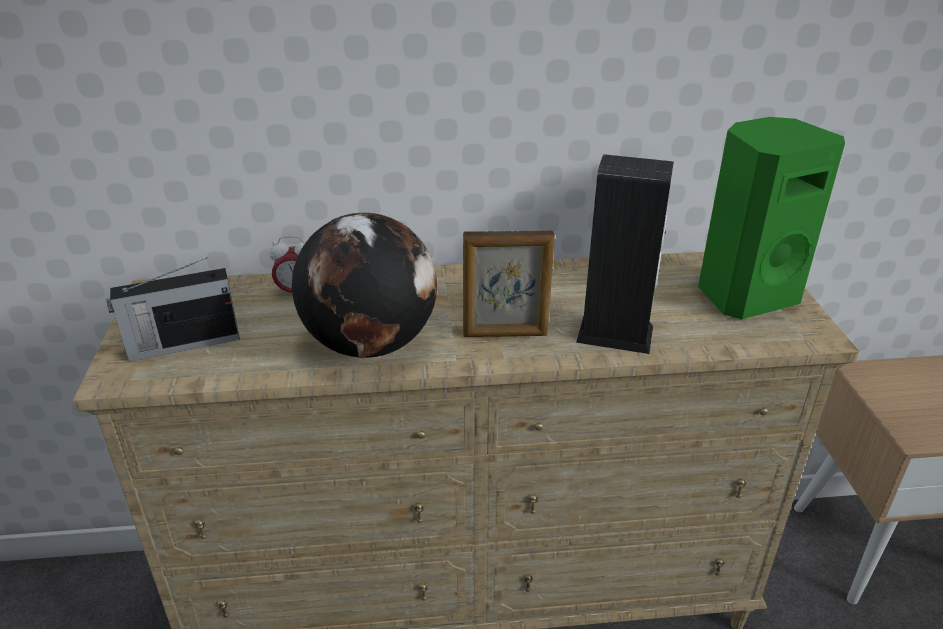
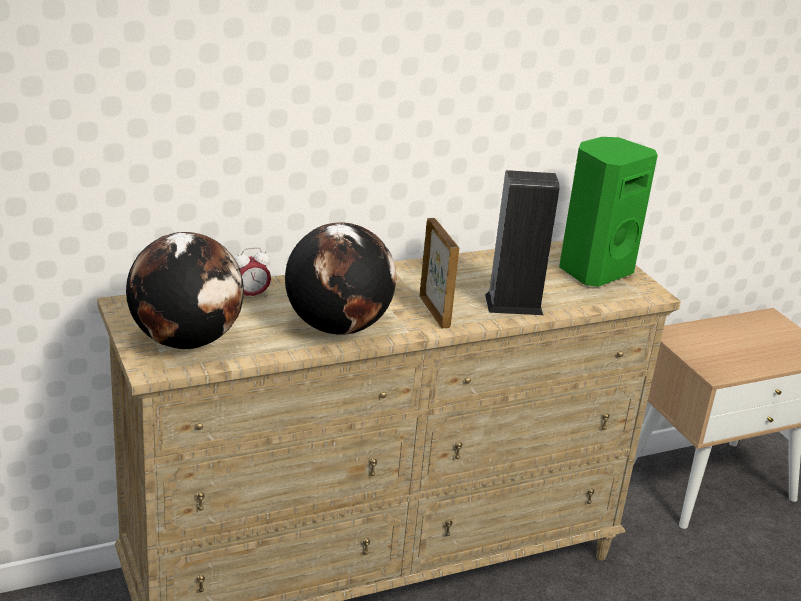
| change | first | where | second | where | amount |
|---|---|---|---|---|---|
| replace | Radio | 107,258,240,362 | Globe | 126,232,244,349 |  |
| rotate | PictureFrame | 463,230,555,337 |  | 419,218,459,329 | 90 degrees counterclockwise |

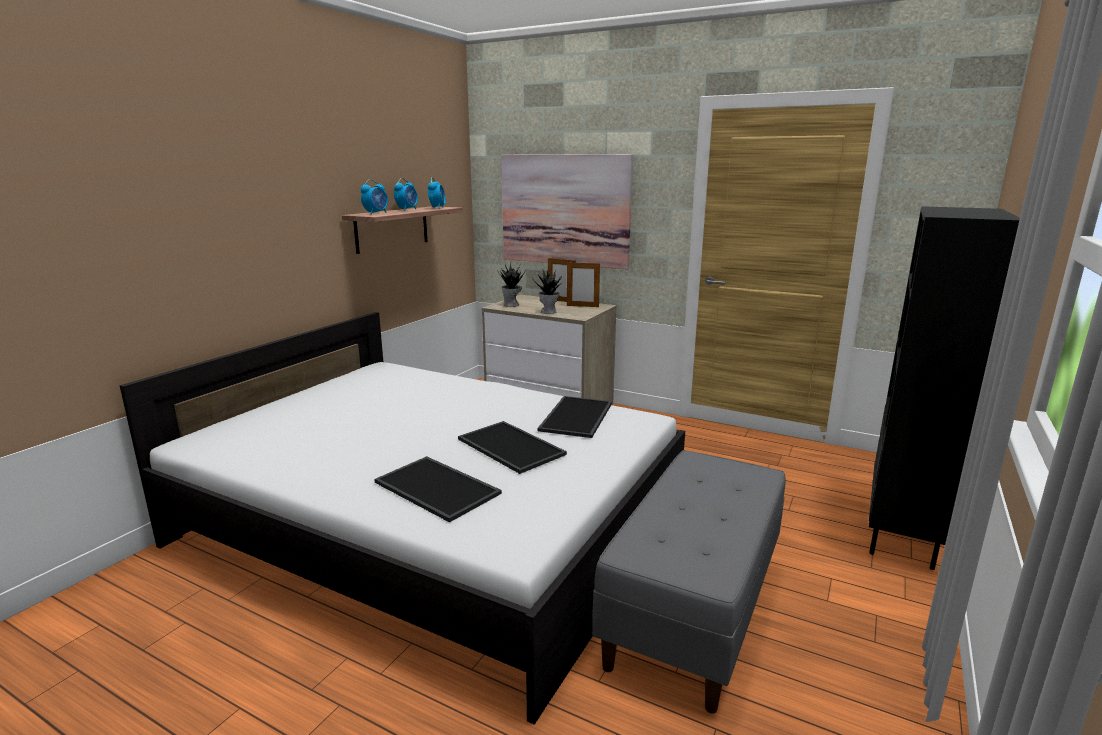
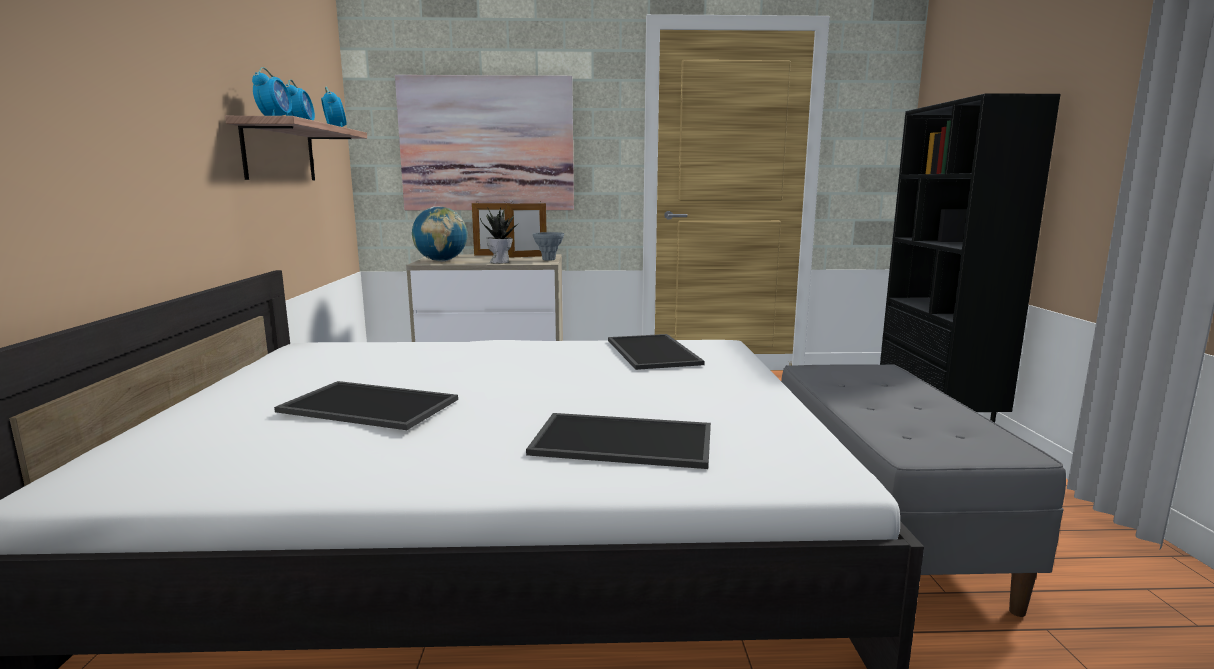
| change | first | where | second | where | amount |
|---|---|---|---|---|---|
| insert |  |  | GreyVase | 533,232,564,260 |  |
| move | Tray | 458,421,567,474 |  | 274,381,458,430 |  |
| replace | PottedPlant | 498,263,526,307 | Globe | 412,207,467,261 |  |

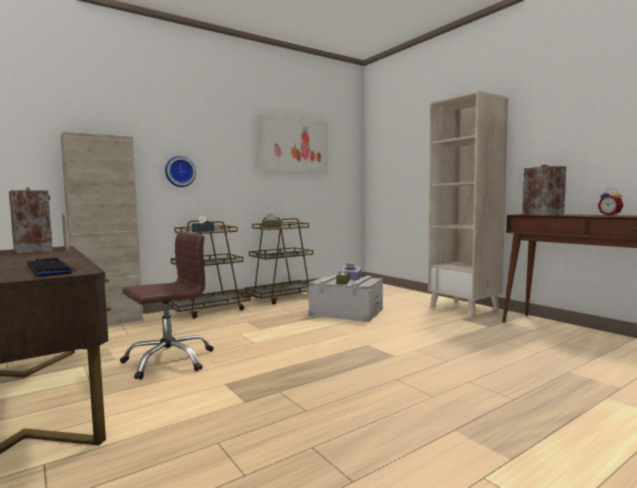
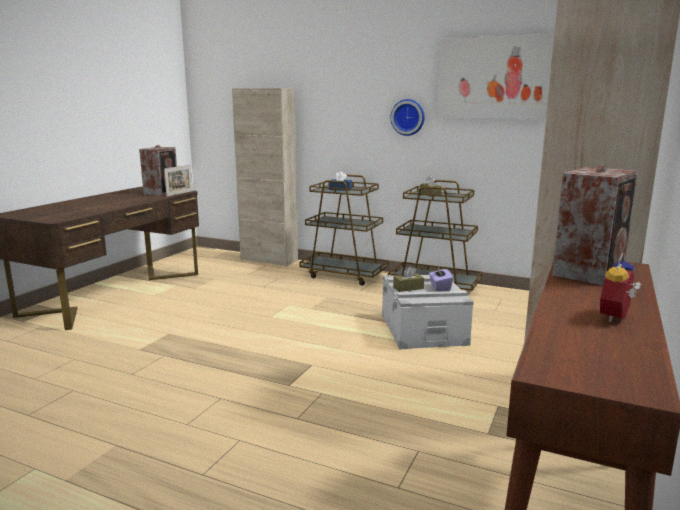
| change | first | where | second | where | amount |
|---|---|---|---|---|---|
| delete | Keyboard | 27,257,77,277 |  |  |  |
| delete | BrownOfficeChair | 120,232,213,380 |  |  |  |
| move | WallClock | 165,156,196,187 |  | 391,99,425,136 |  |

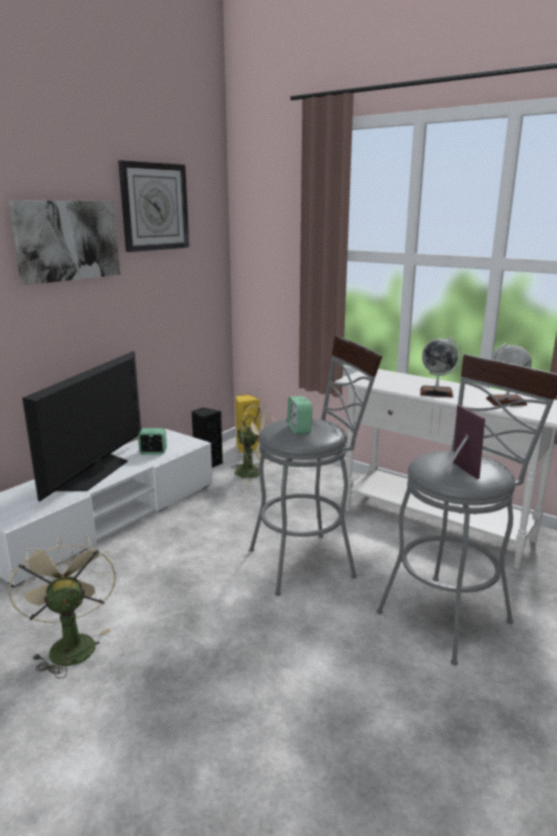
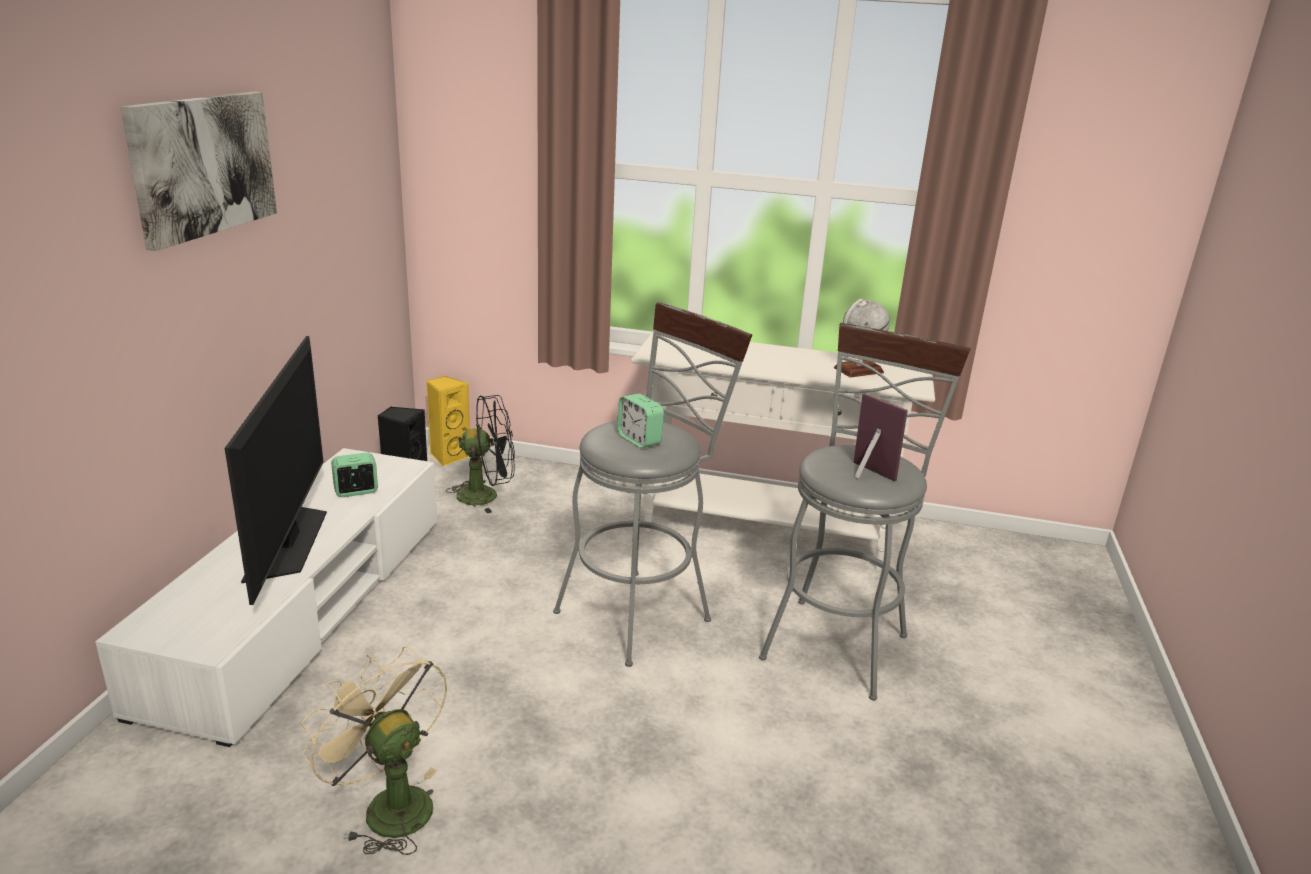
| change | first | where | second | where | amount |
|---|---|---|---|---|---|
| delete | WallClock | 118,160,189,252 |  |  |  |
| delete | Globe | 420,337,461,398 |  |  |  |
| recolor | BeigeFan | 231,405,274,483 | BlackFan | 446,395,515,513 |  |

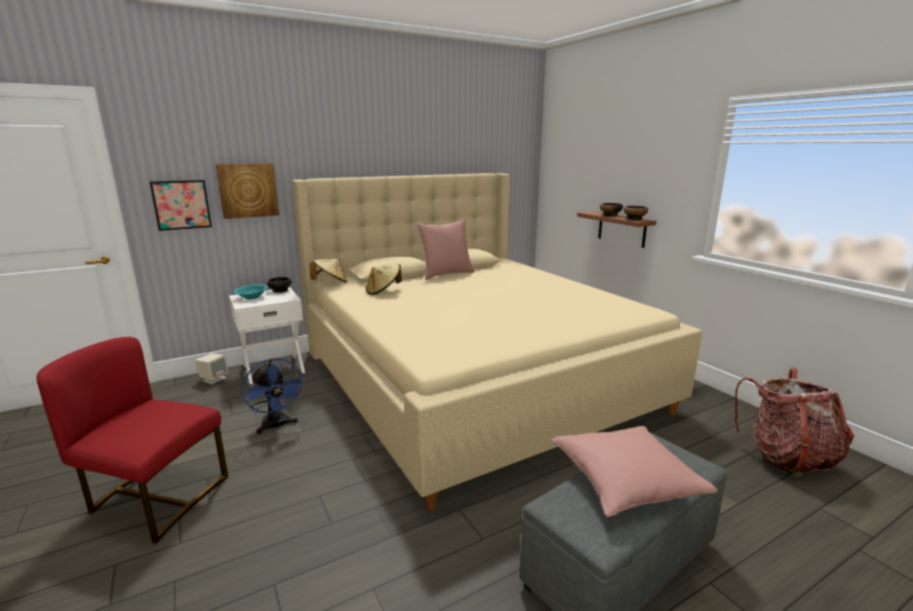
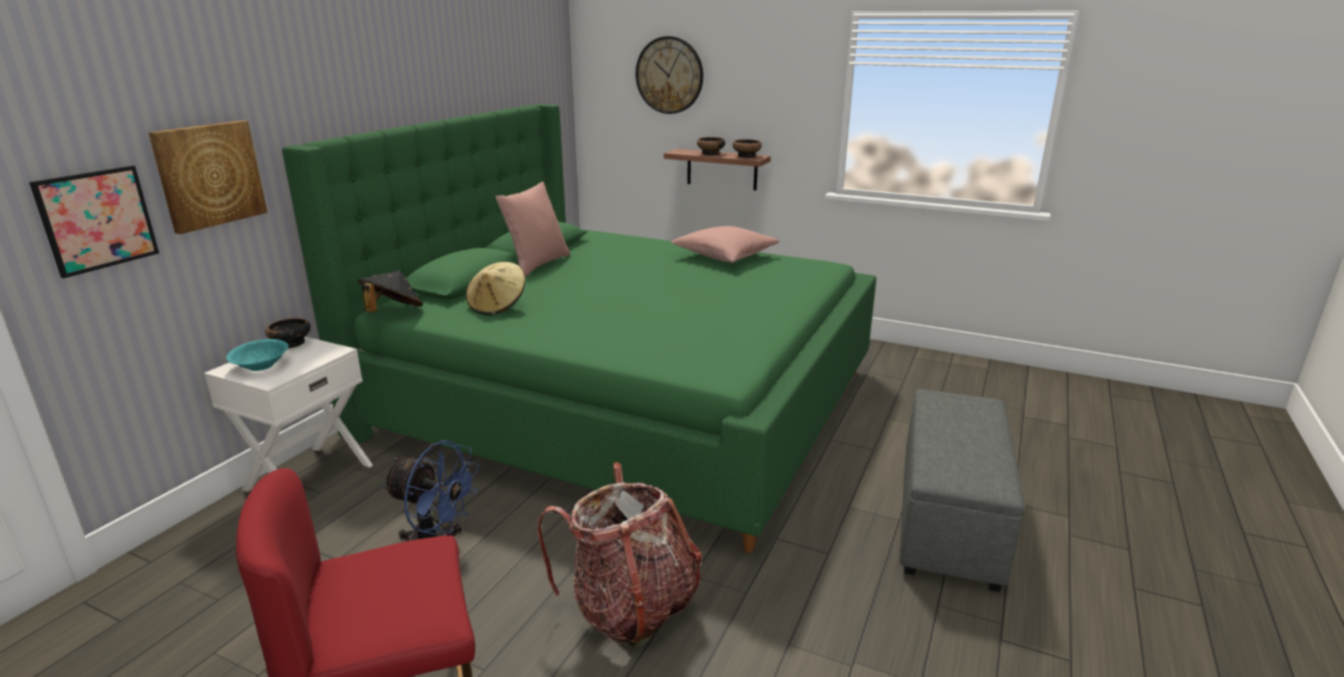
| change | first | where | second | where | amount |
|---|---|---|---|---|---|
| delete | BeigeSpeaker | 195,353,228,384 |  |  |  |
| insert |  |  | WallClock | 636,36,703,114 |  |
| move | PinkPillow | 552,426,717,517 |  | 671,226,779,263 |  |
| move | Backpack | 735,367,854,477 |  | 537,462,702,647 |  |
| recolor | BeigeBed | 292,173,702,511 | GreenBed | 282,104,876,553 |  |
| recolor | BeigeHat | 309,259,347,283 | BlackHat | 358,270,423,312 |  |

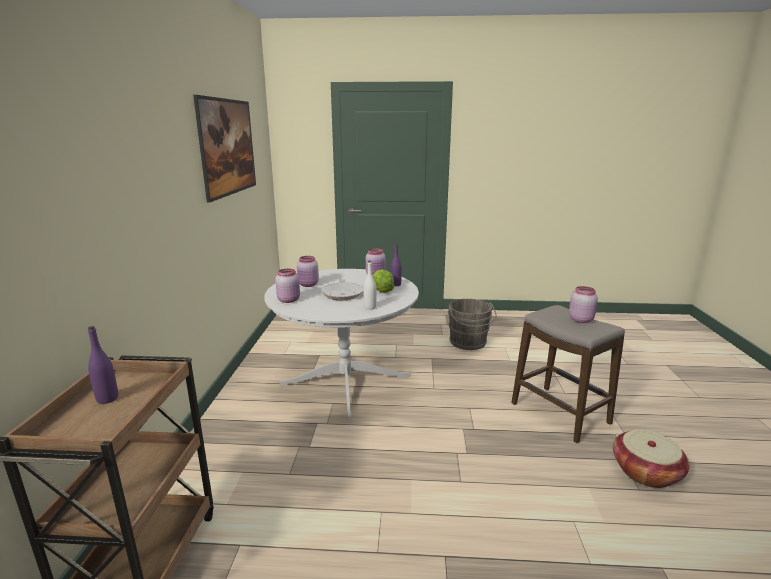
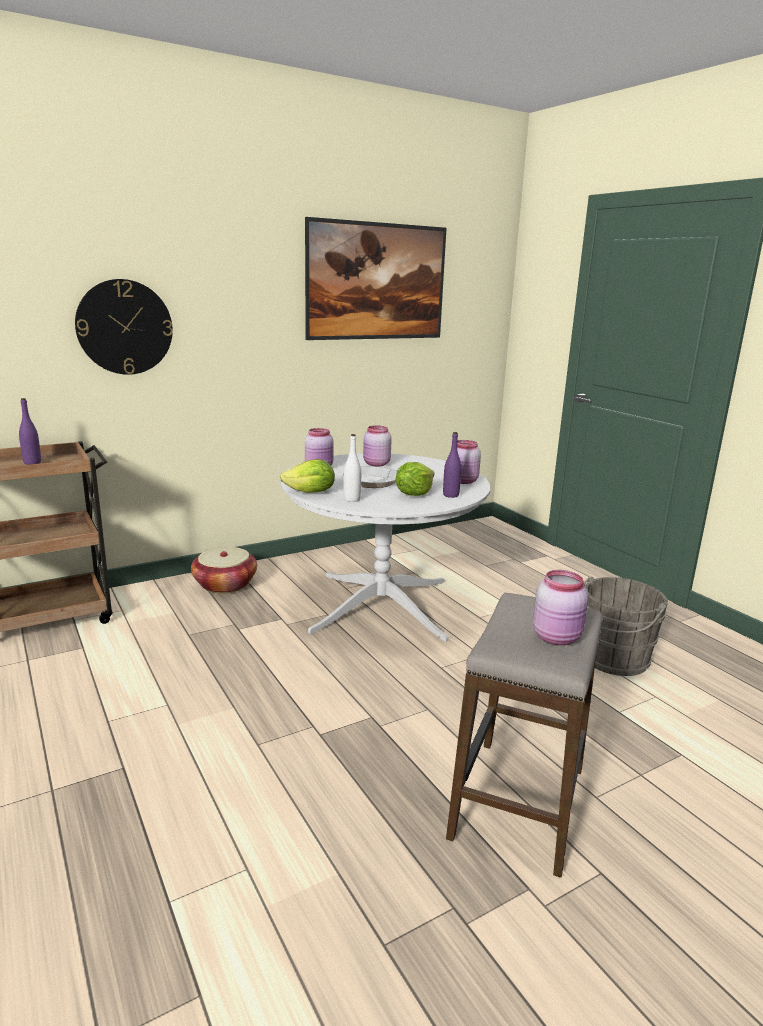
| change | first | where | second | where | amount |
|---|---|---|---|---|---|
| insert |  |  | WallClock | 75,279,173,375 |  |
| insert |  |  | Lettuce | 280,459,335,493 |  |
| move | Basket | 613,429,689,488 |  | 191,547,257,593 |  |

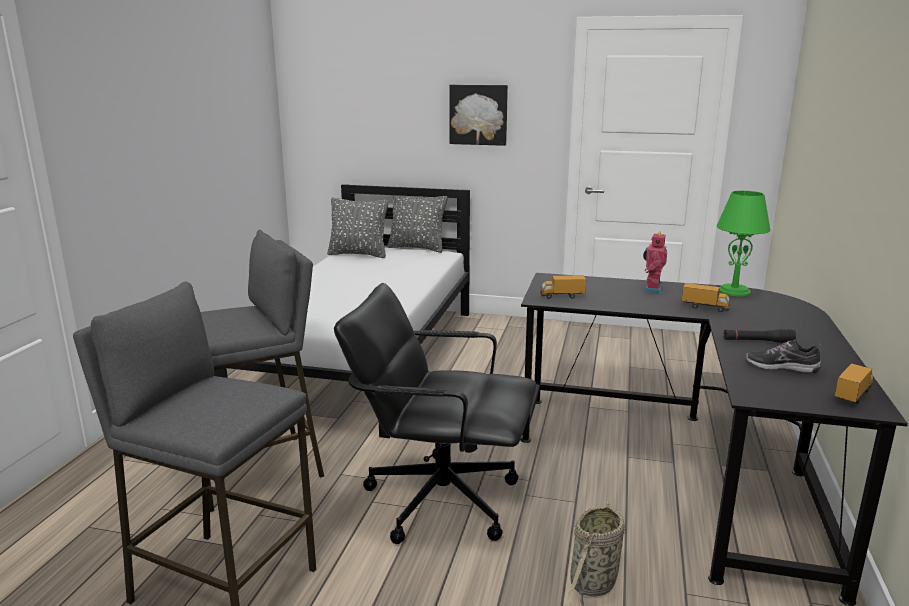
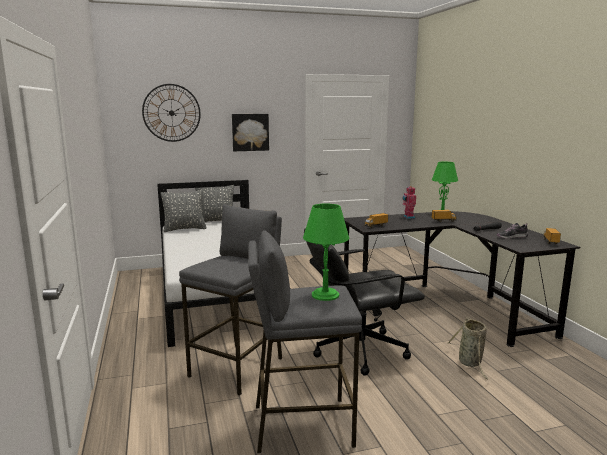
| change | first | where | second | where | amount |
|---|---|---|---|---|---|
| insert |  |  | WallClock | 142,84,201,142 |  |
| insert |  |  | GreenTableLamp | 303,204,349,301 |  |

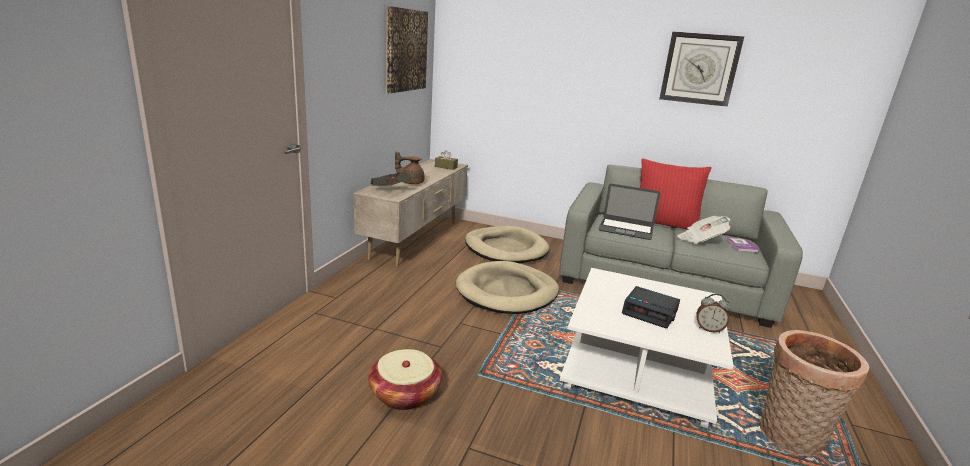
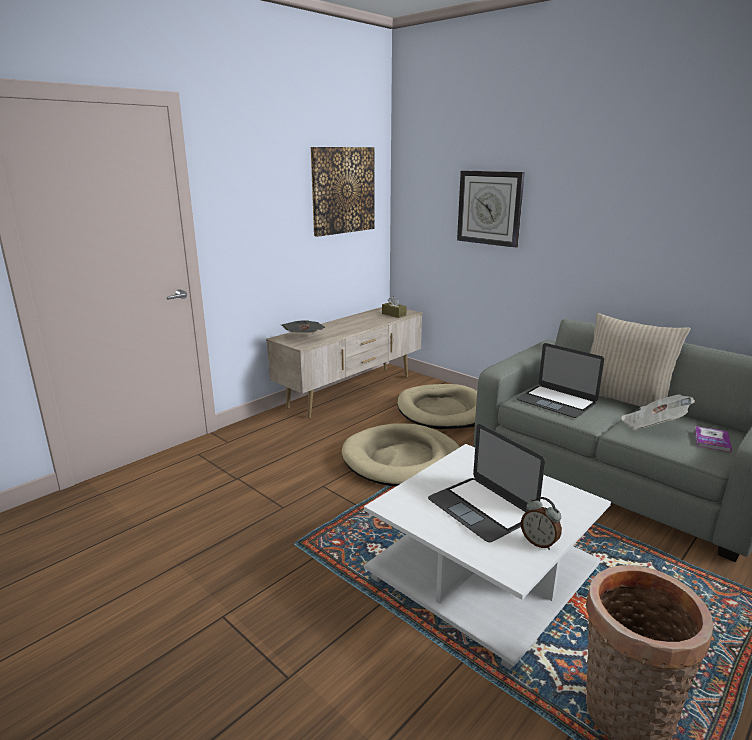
| change | first | where | second | where | amount |
|---|---|---|---|---|---|
| delete | Basket | 368,349,442,410 |  |  |  |
| delete | BrownTeapot | 395,151,425,184 |  |  |  |
| move | WallClock | 659,31,744,107 |  | 457,170,525,248 |  |
| replace | AlarmClock | 622,286,680,328 | Laptop | 428,424,545,542 |  |
| recolor | RedPillow | 640,158,712,230 | BeigePillow | 590,313,691,407 |  |

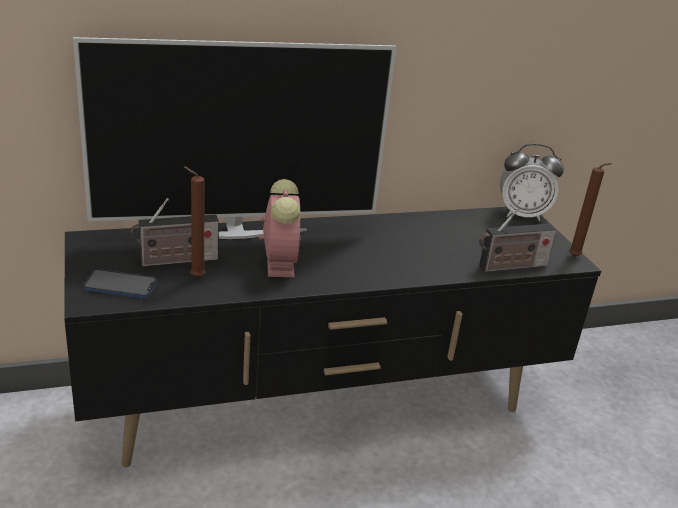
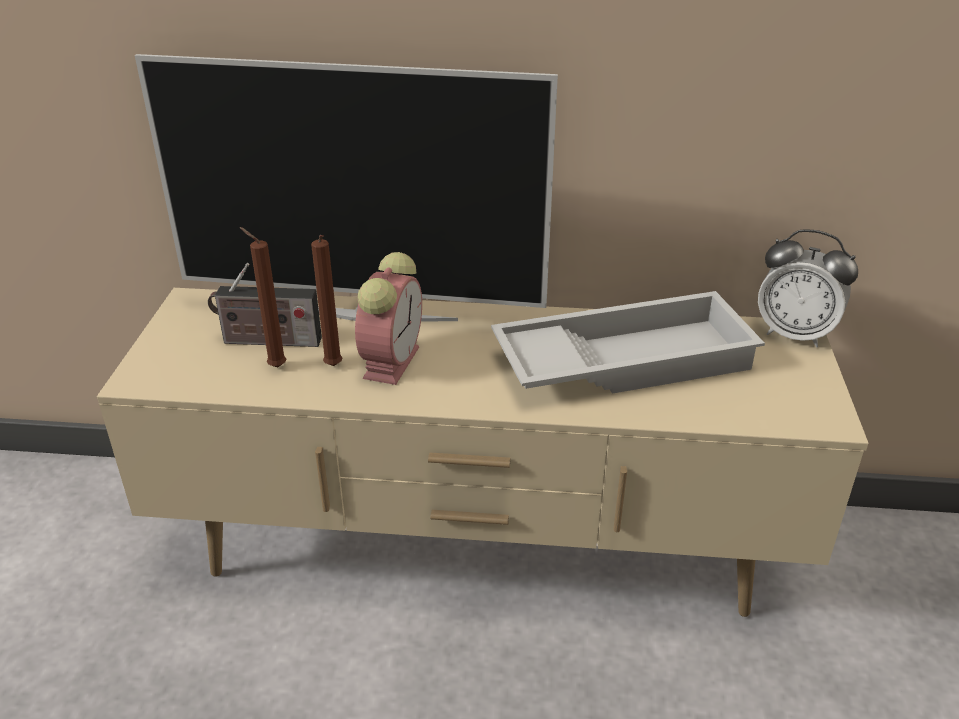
| change | first | where | second | where | amount |
|---|---|---|---|---|---|
| delete | Phone | 83,269,157,298 |  |  |  |
| delete | Radio | 479,208,557,272 |  |  |  |
| insert |  |  | WhiteTray | 491,291,765,394 |  |
| move | BrownCandle | 569,163,612,257 |  | 311,235,342,366 |  |
| recolor | BlackTvStand | 64,207,601,467 | BeigeTvStand | 97,288,869,617 |  |

